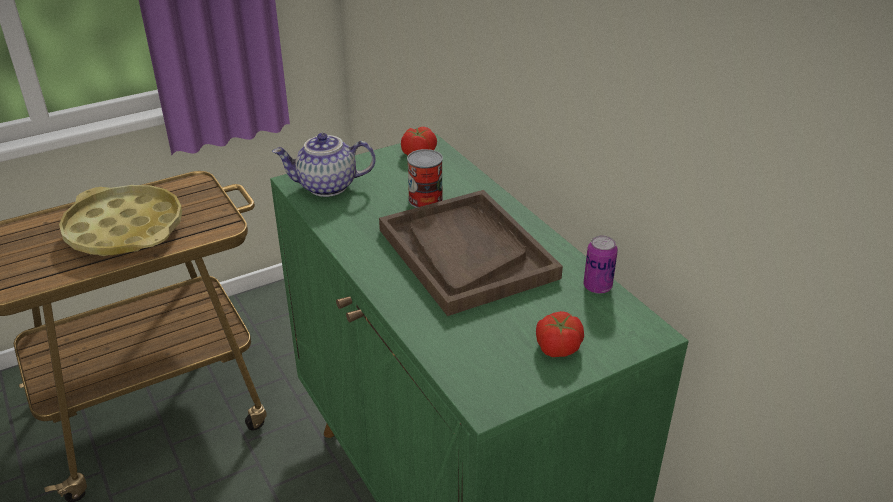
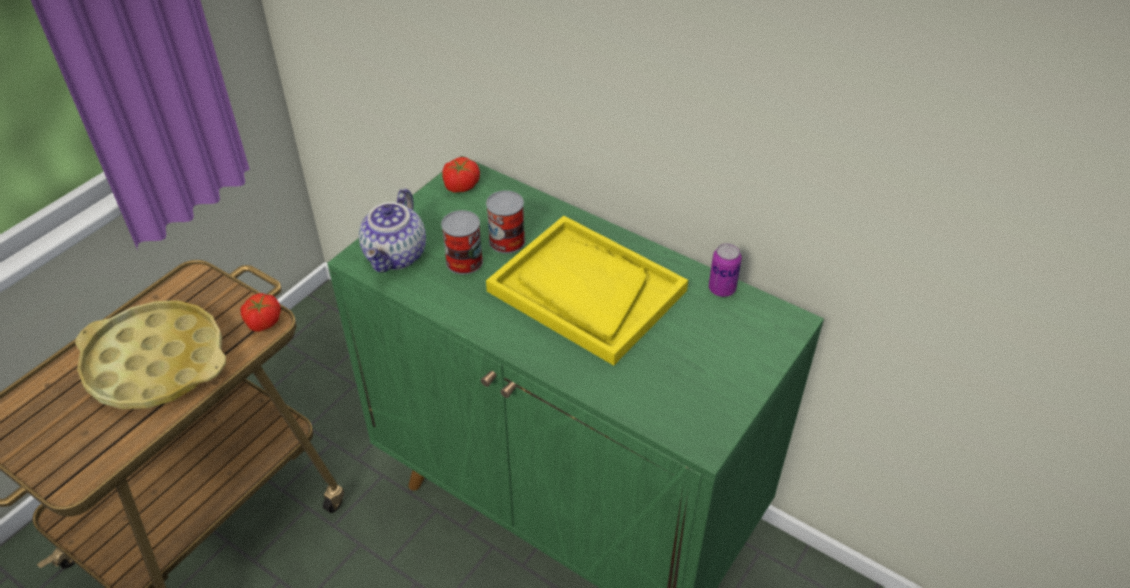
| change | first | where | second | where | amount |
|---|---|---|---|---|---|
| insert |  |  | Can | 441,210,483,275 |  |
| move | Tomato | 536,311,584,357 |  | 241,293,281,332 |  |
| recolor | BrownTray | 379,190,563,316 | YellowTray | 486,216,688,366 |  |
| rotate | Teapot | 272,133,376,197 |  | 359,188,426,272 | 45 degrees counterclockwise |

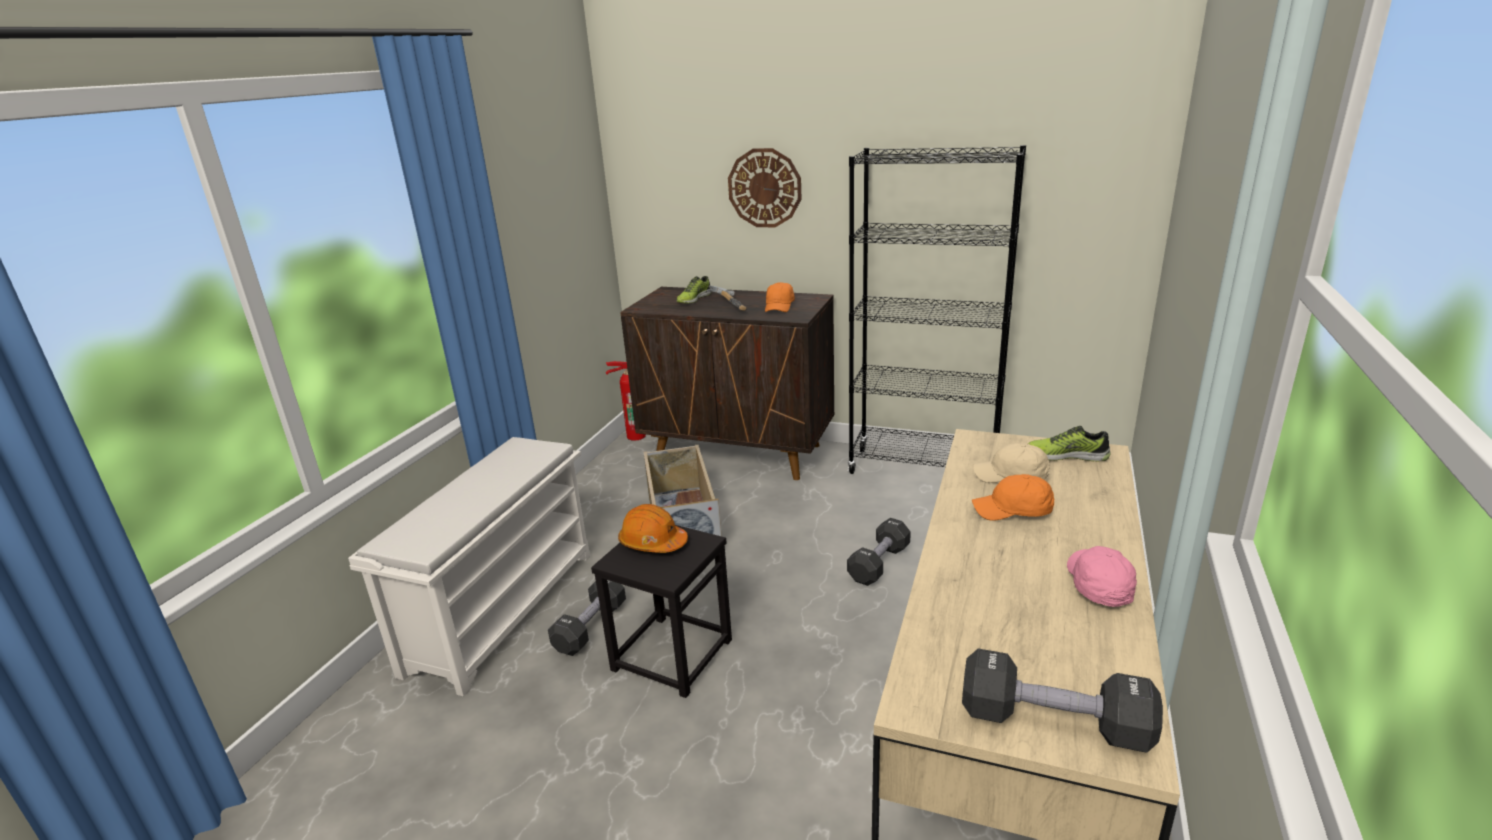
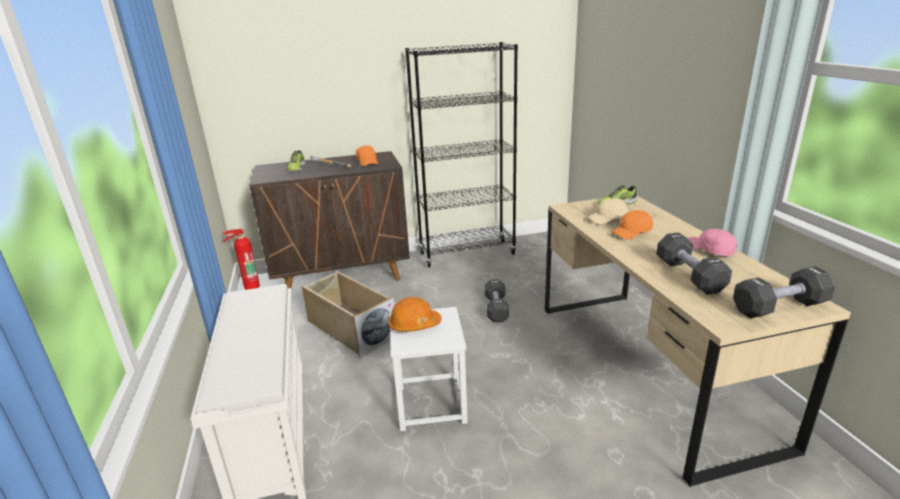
| change | first | where | second | where | amount |
|---|---|---|---|---|---|
| delete | WallClock | 728,148,801,227 |  |  |  |
| move | BlackDumbbell | 548,580,626,656 |  | 657,232,732,295 |  |
| recolor | BlackStool | 591,525,732,698 | WhiteStool | 390,307,468,431 |  |

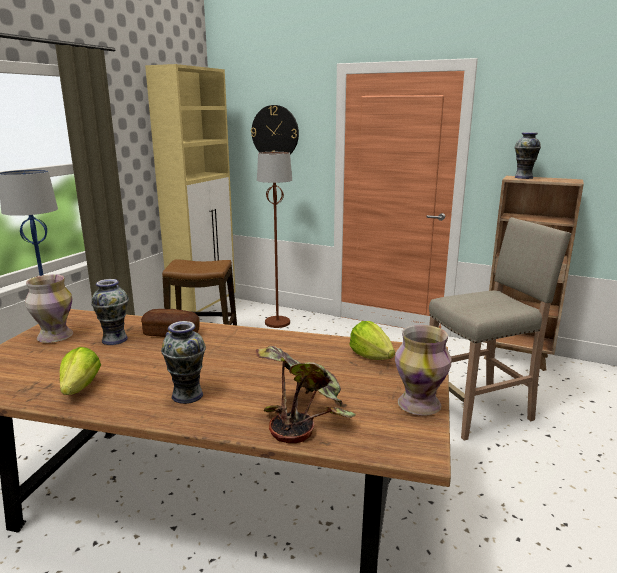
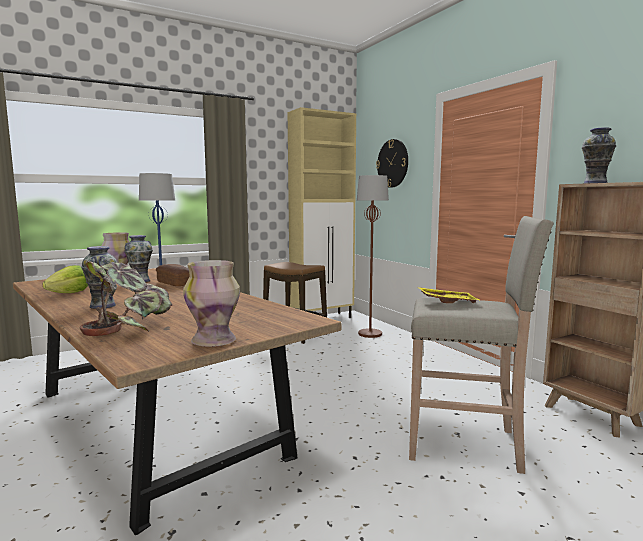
| change | first | where | second | where | amount |
|---|---|---|---|---|---|
| delete | Lettuce | 350,321,395,360 |  |  |  |
| insert |  |  | YellowTray | 418,287,481,303 |  |

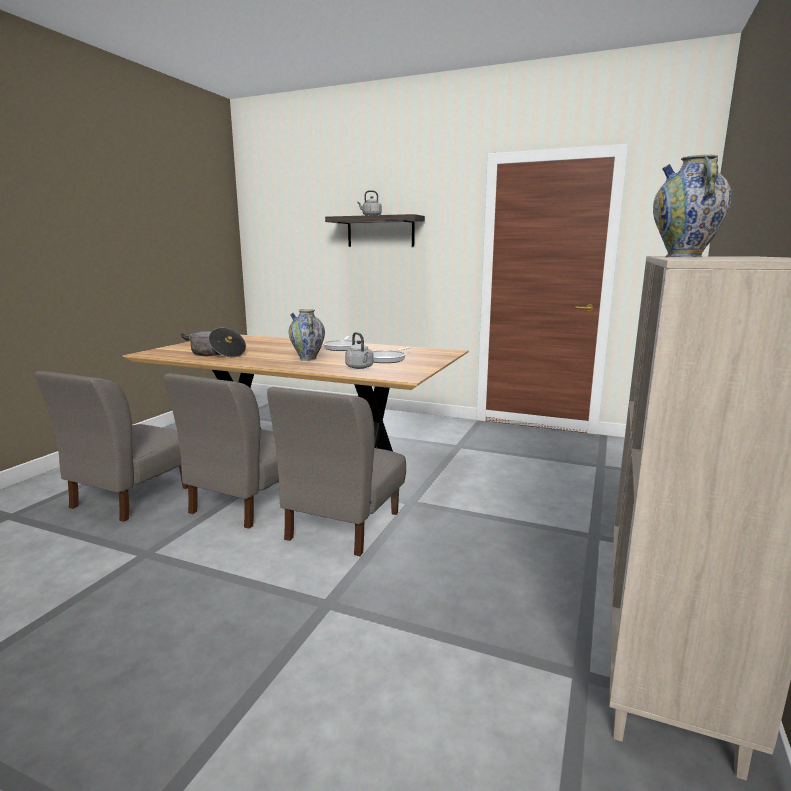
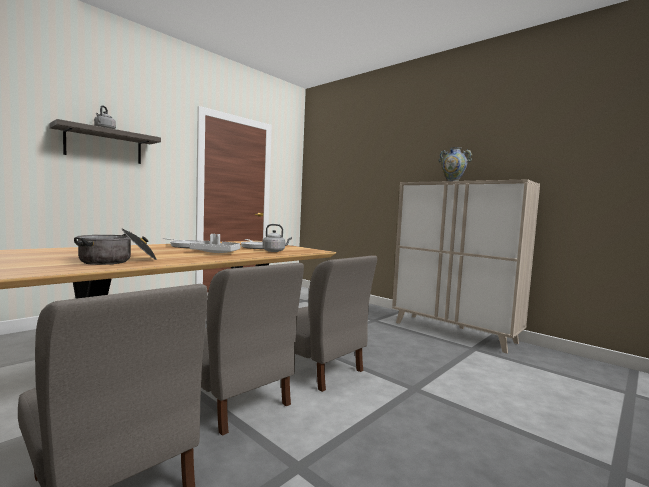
| change | first | where | second | where | amount |
|---|---|---|---|---|---|
| replace | Vase | 289,309,325,361 | GreyTray | 189,234,241,253 |  |

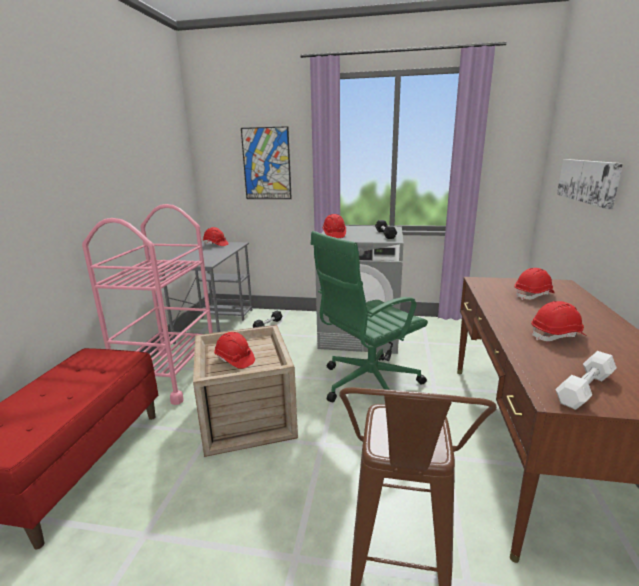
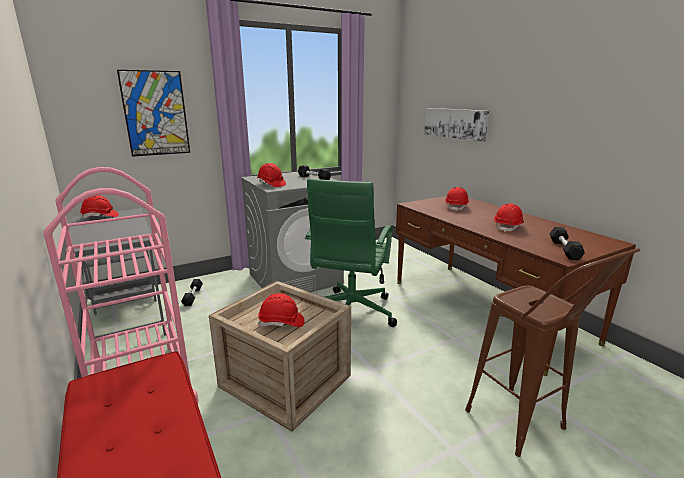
| change | first | where | second | where | amount |
|---|---|---|---|---|---|
| recolor | WhiteDumbbell | 555,351,617,410 | BlackDumbbell | 549,227,585,260 |  |

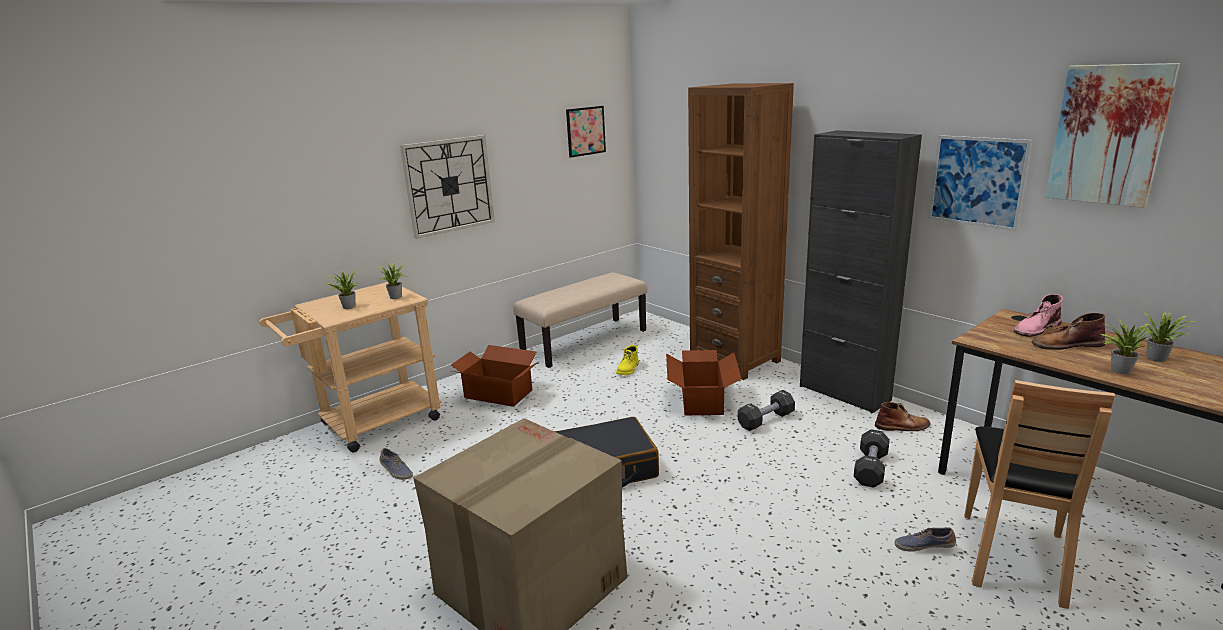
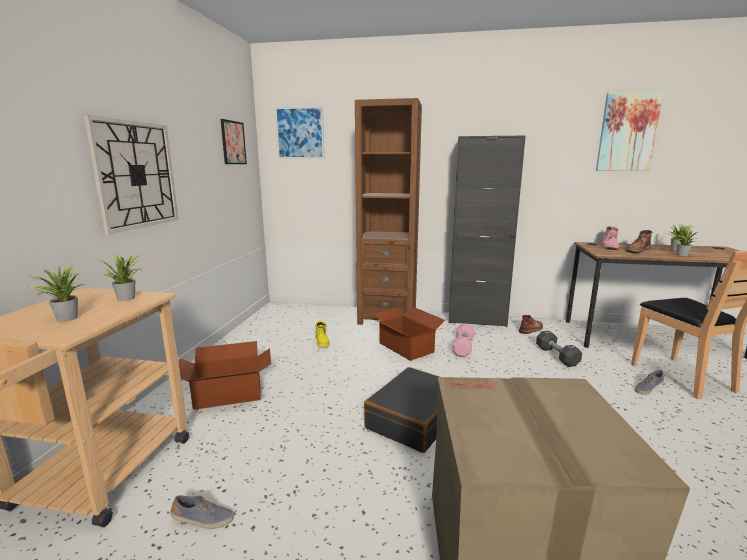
| change | first | where | second | where | amount |
|---|---|---|---|---|---|
| delete | BeigeBench | 513,272,647,368 |  |  |  |
| move | Picture | 928,135,1032,231 |  | 275,106,324,159 |  |
| recolor | BlackDumbbell | 738,390,795,431 | PinkDumbbell | 452,323,475,357 |  |

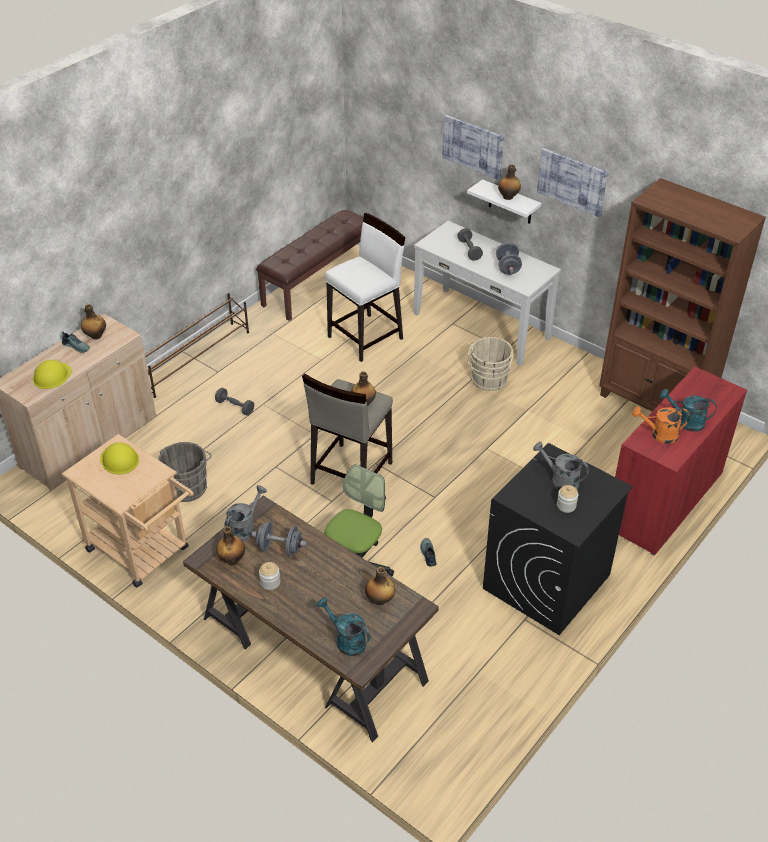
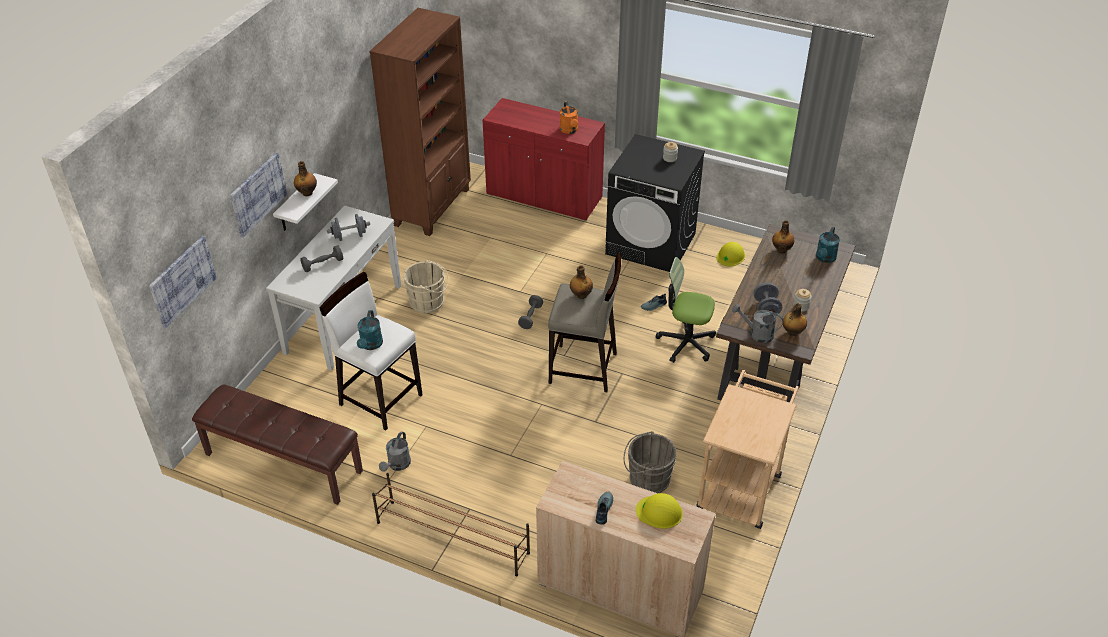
| change | first | where | second | where | amount |
|---|---|---|---|---|---|
| delete | Bottle | 81,304,106,339 |  |  |  |
| move | YellowHardHat | 100,442,139,474 |  | 716,242,745,266 |  |
| move | GreyDumbbell | 215,388,254,416 |  | 518,295,543,329 |  |
| move | GreyWateringCan | 533,442,589,490 |  | 379,431,411,472 |  |
| move | Picture | 537,148,608,217 |  | 149,236,217,328 |  |
| move | TurquoiseWateringCan | 660,389,717,432 |  | 357,310,383,350 |  |

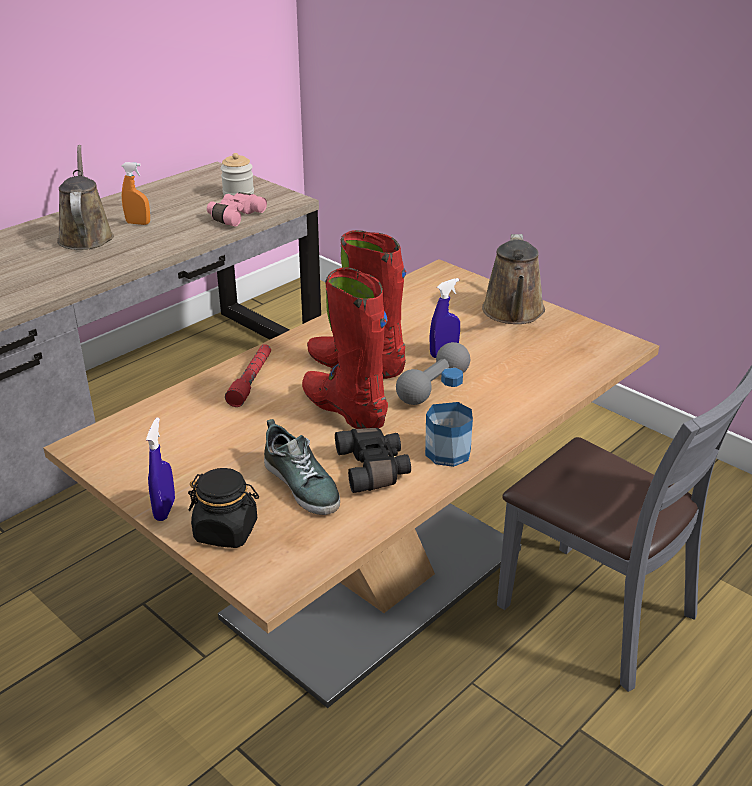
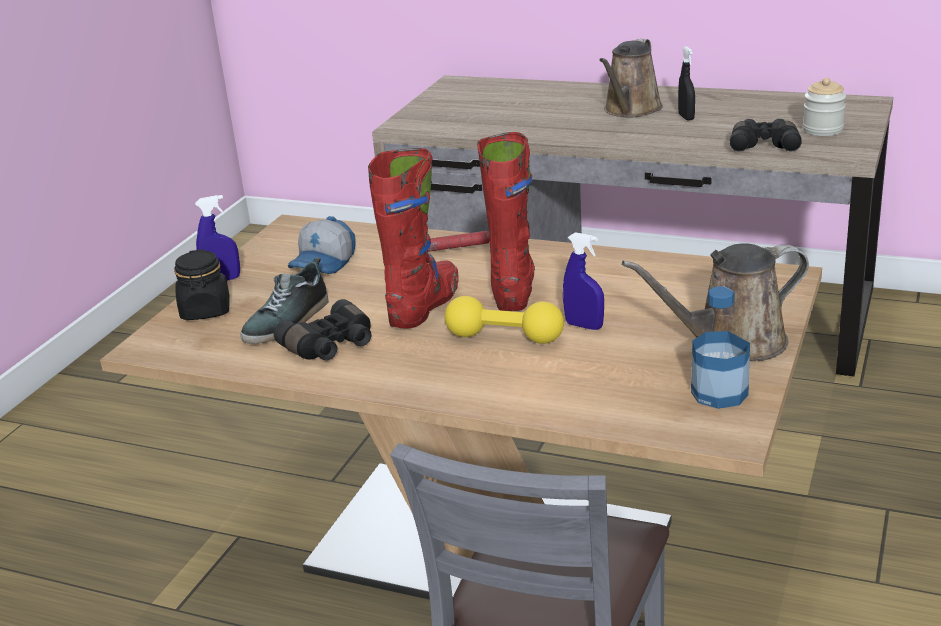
| change | first | where | second | where | amount |
|---|---|---|---|---|---|
| insert |  |  | Cap | 288,216,355,274 |  |
| move | Bottle | 425,368,473,467 |  | 691,286,750,409 |  |
| recolor | OrangeSprayBottle | 121,162,150,225 | BlackSprayBottle | 678,46,695,121 |  |
| recolor | PinkBinoculars | 207,192,267,226 | BlackBinoculars | 730,119,802,152 |  |
| recolor | GreyDumbbell | 396,342,470,405 | YellowDumbbell | 445,296,564,344 |  |
| rotate | BrownWateringCan | 57,145,114,250 |  | 599,39,663,117 | 150 degrees clockwise |

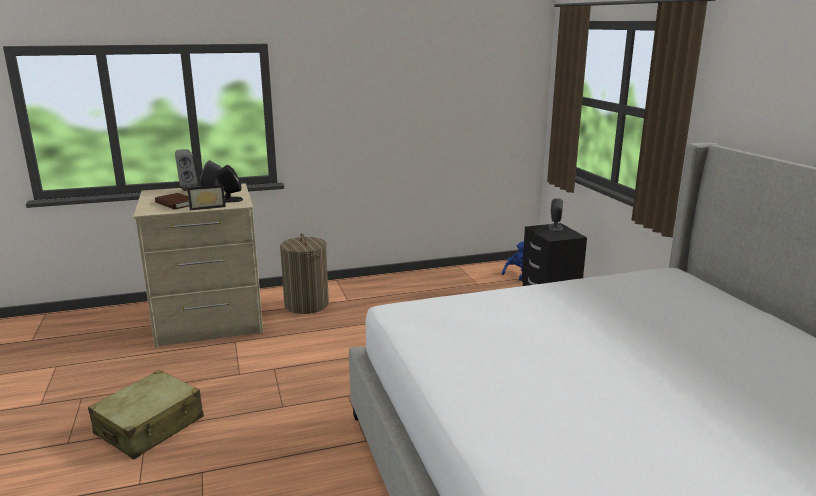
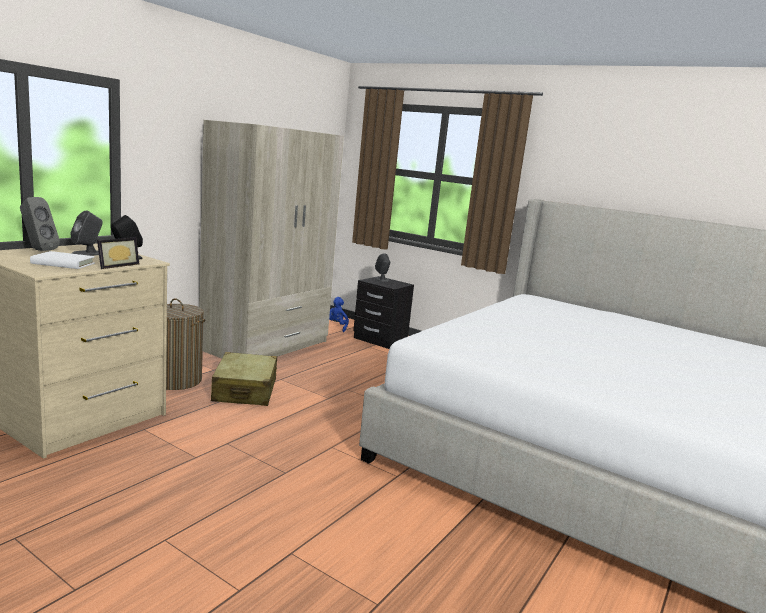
| change | first | where | second | where | amount |
|---|---|---|---|---|---|
| insert |  |  | BeigeWardrobe | 199,120,344,359 |  |
| move | BeigeSuitcase | 88,370,204,459 |  | 211,352,277,406 |  |
| recolor | BrownBook | 155,193,189,210 | WhiteBook | 30,251,95,269 |  |

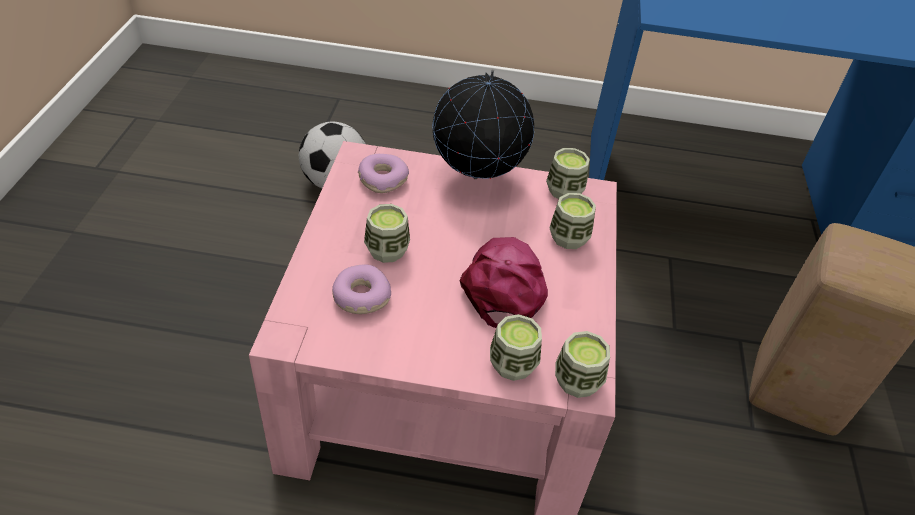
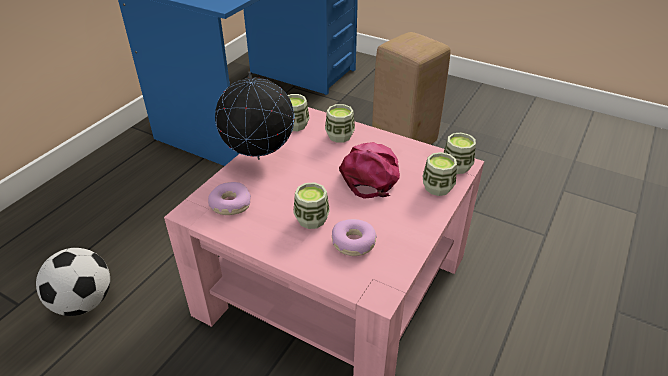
| change | first | where | second | where | amount |
|---|---|---|---|---|---|
| rotate | PinkCap | 460,237,548,328 |  | 339,142,400,199 | 75 degrees clockwise |

